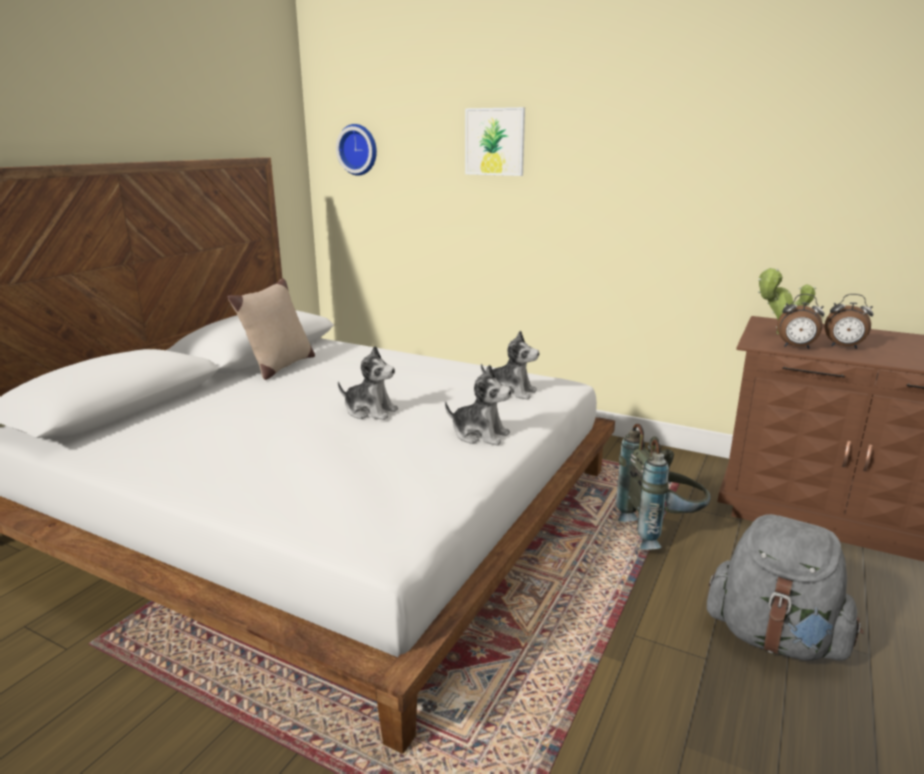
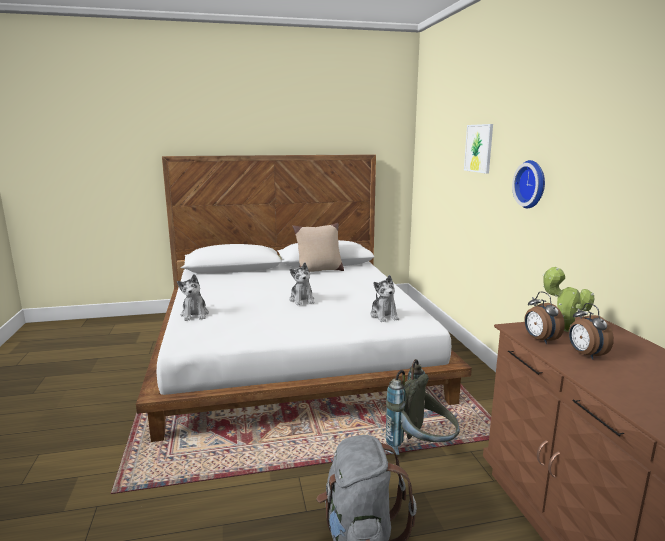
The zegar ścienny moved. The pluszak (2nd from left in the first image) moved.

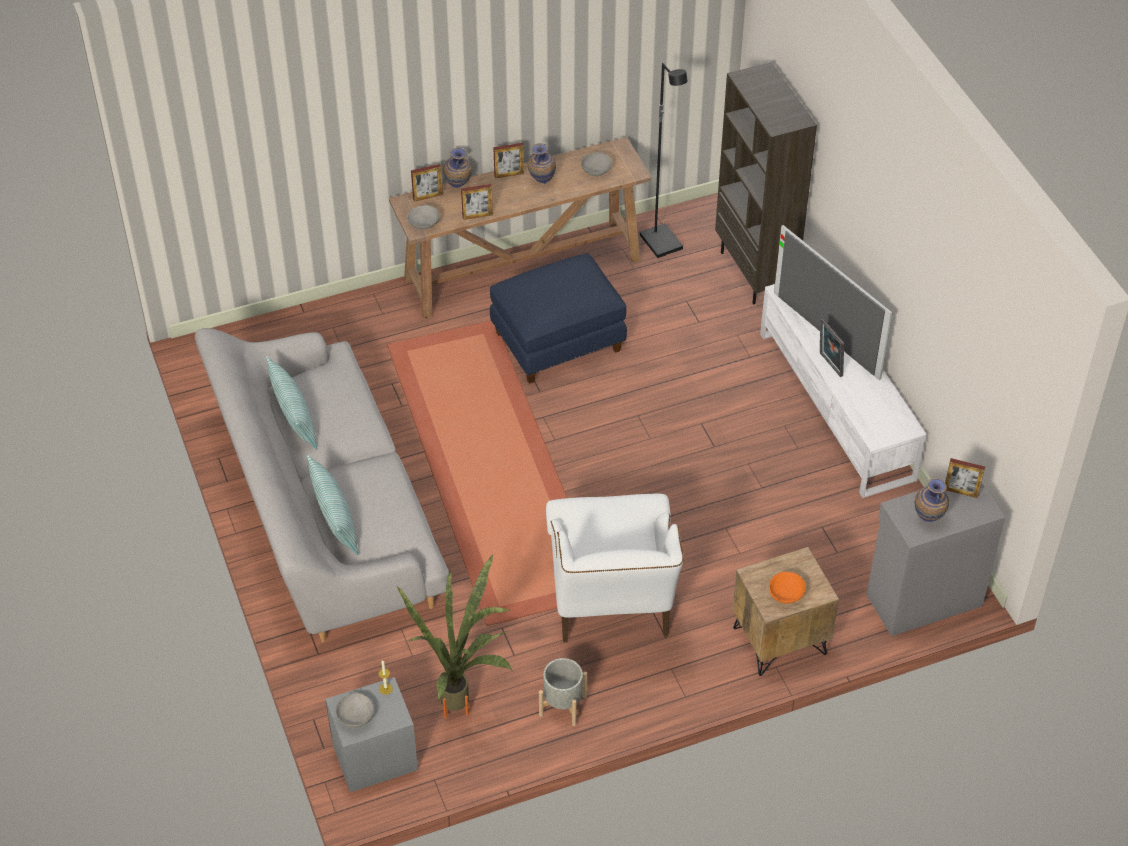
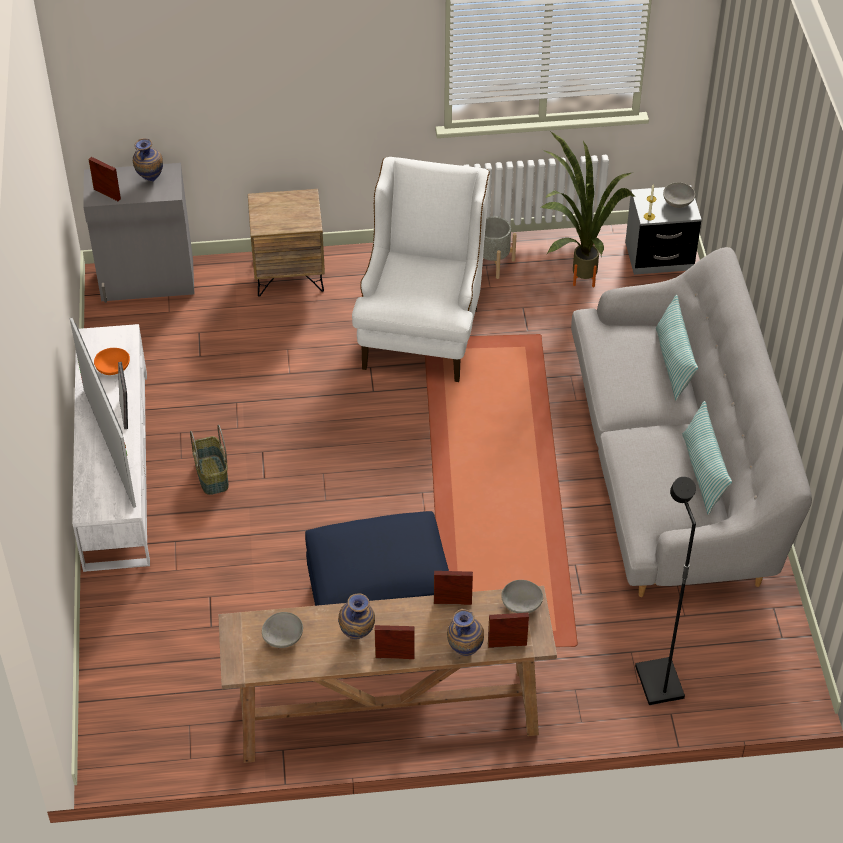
The lampa stojąca [czarny] moved. The regał [brązowy] disappeared. The miska [pomarańczowy] moved. The koszyk appeared.

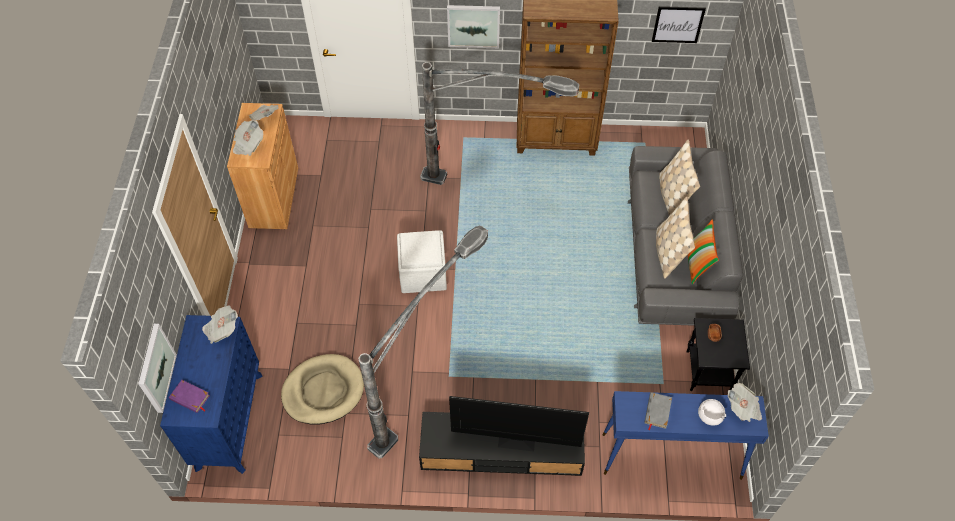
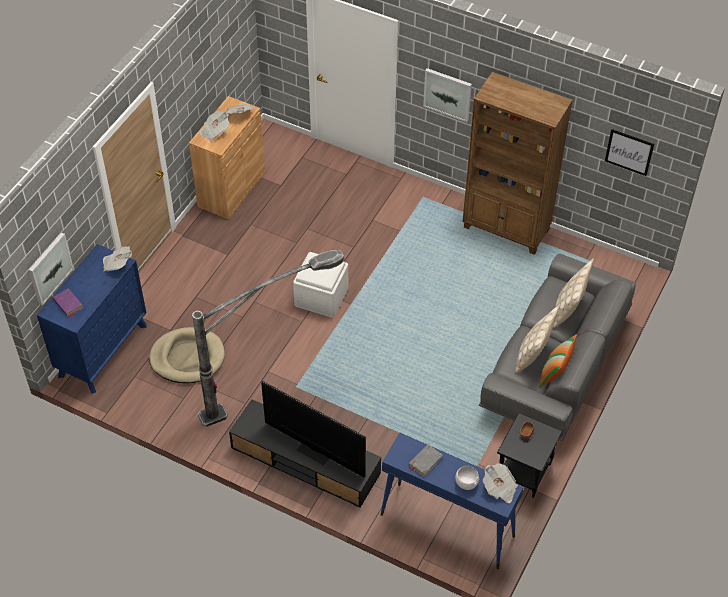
The lampa stojąca (2nd from left) disappeared.

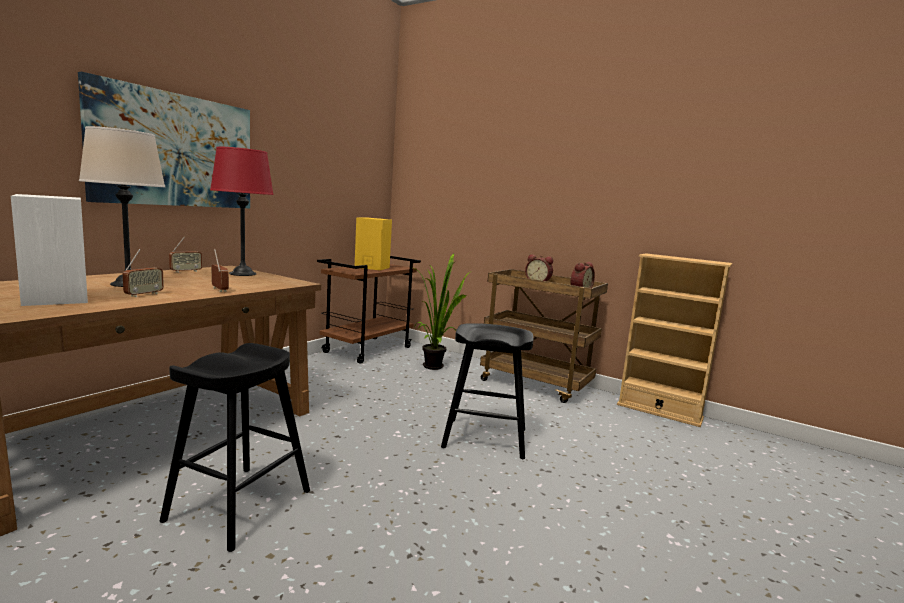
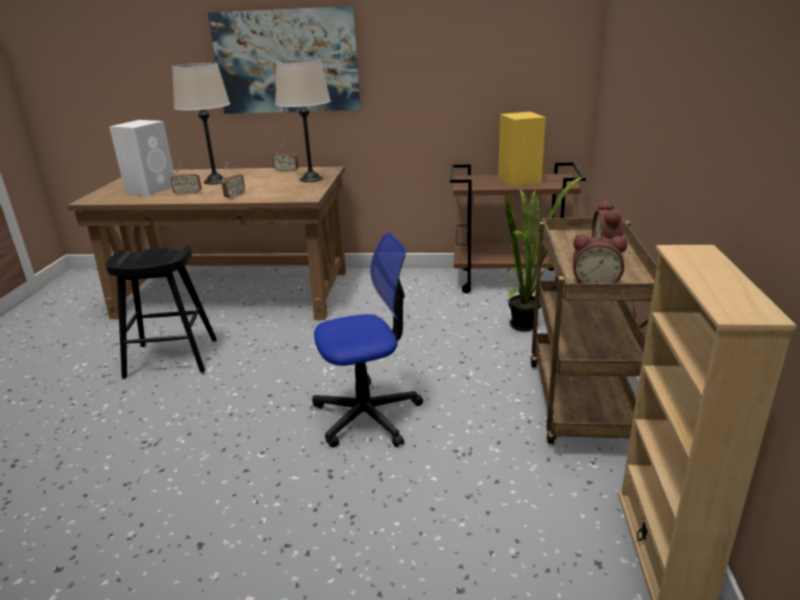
The lampa stołowa [czerwony] became the lampa stołowa [beżowy] (2nd from left). The stołek [czarny] (2nd from left) was replaced by the krzesło biurowe.

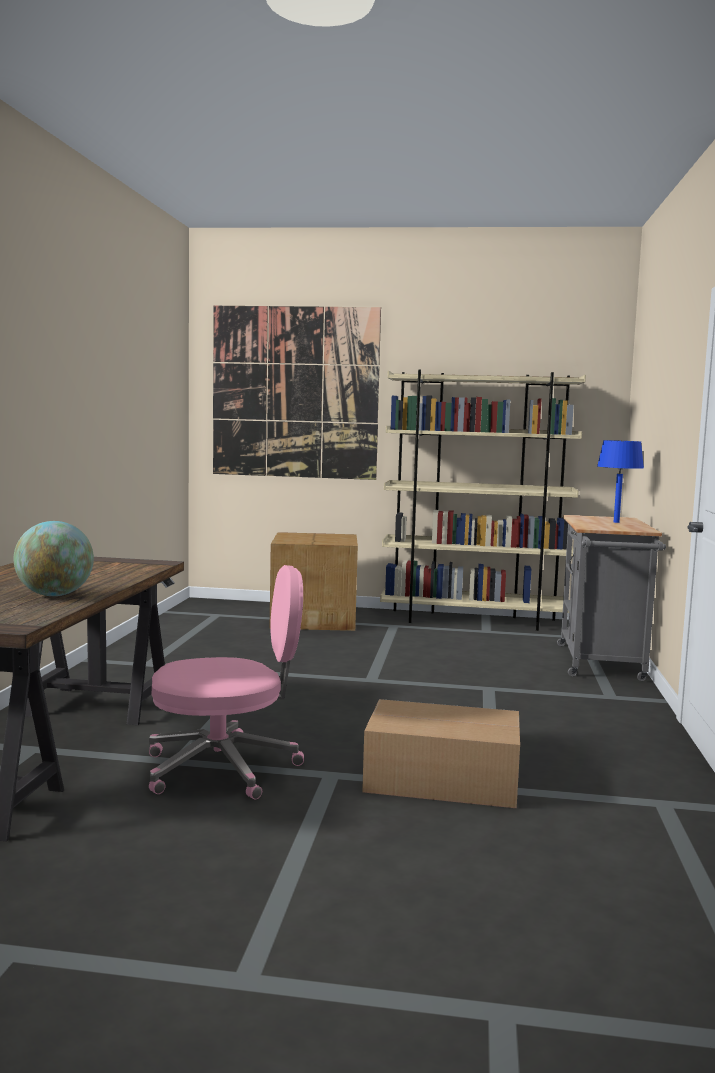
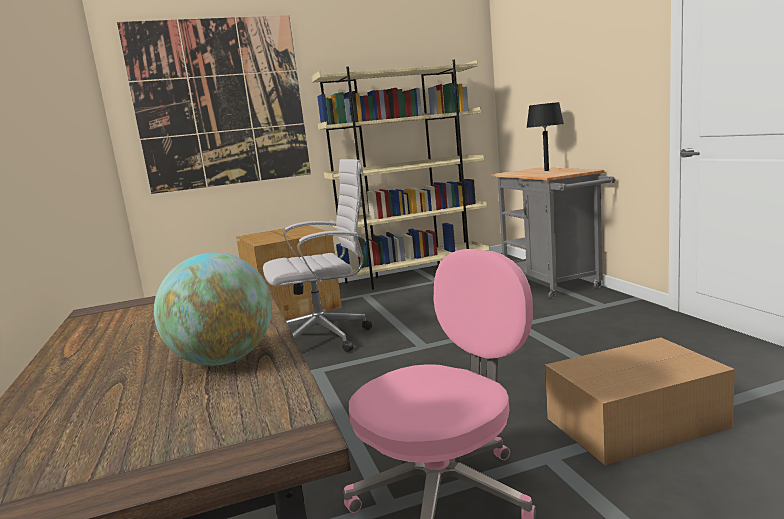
The lampa stołowa [niebieski] became the lampa stołowa [czarny]. The krzesło biurowe [biały] appeared.

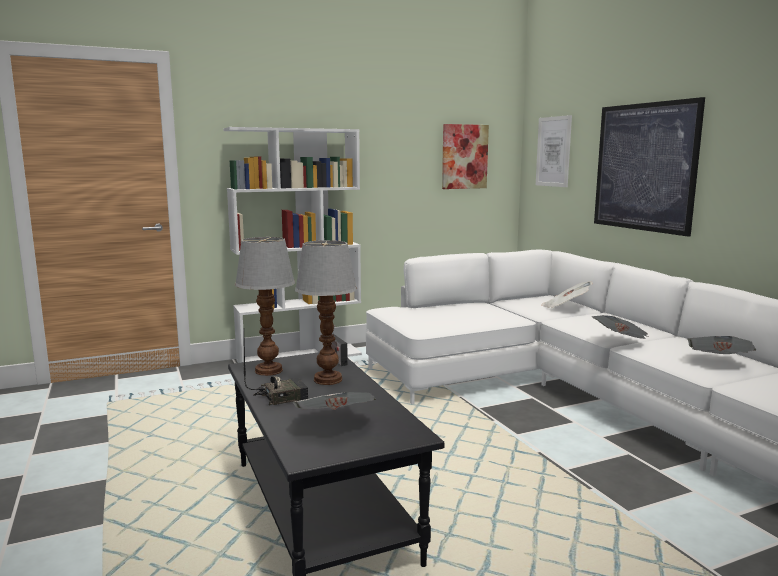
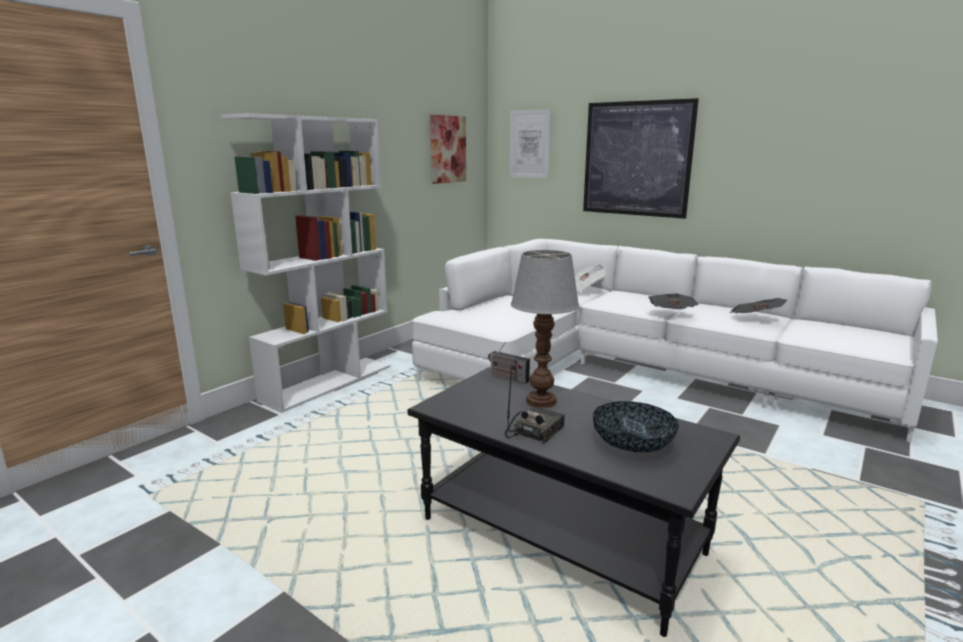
The lampa stołowa (1st from left) disappeared. The gazeta (1st from left) was replaced by the miska.

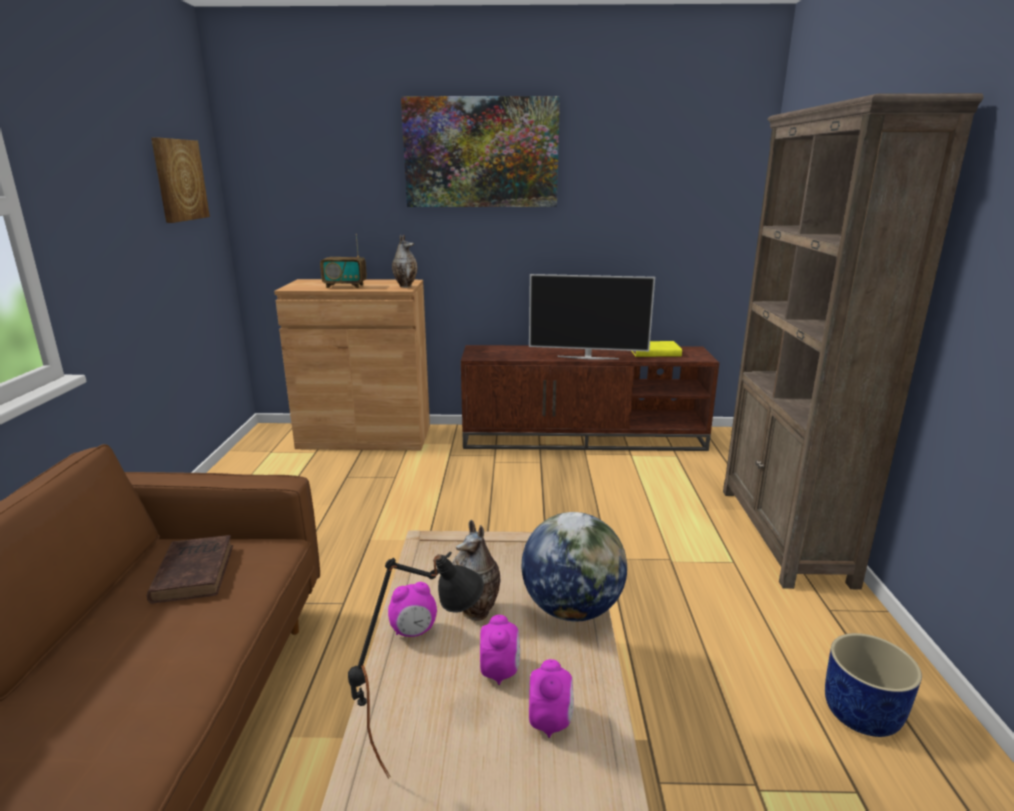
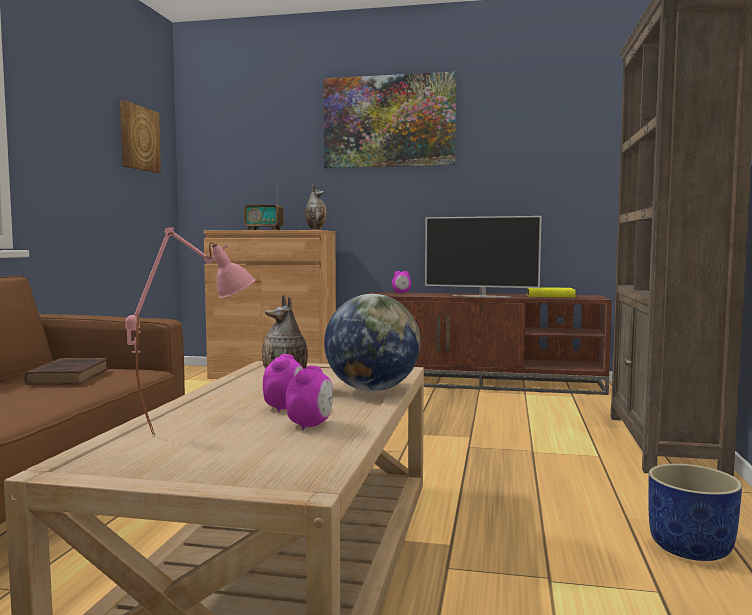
The lampa stołowa [czarny] became the lampa stołowa [różowy]. The budzik (1st from left in the first image) moved.

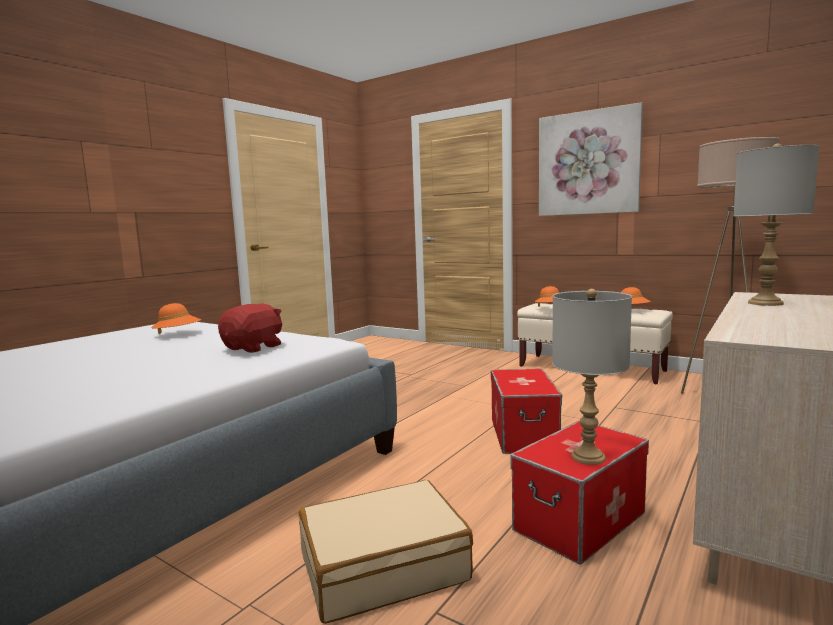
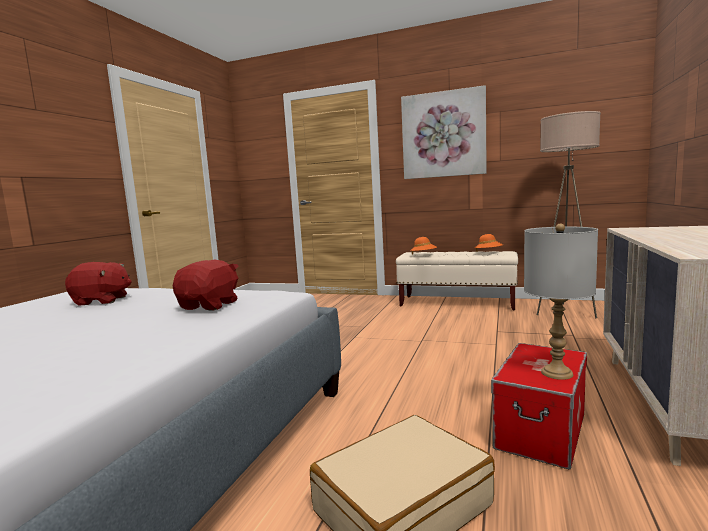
The kapelusz [pomarańczowy] (1st from left) was replaced by the pluszak [czerwony] (1st from left). The pojemnik do przechowywania (1st from left) disappeared. The lampa stołowa [szary] (2nd from left) disappeared.

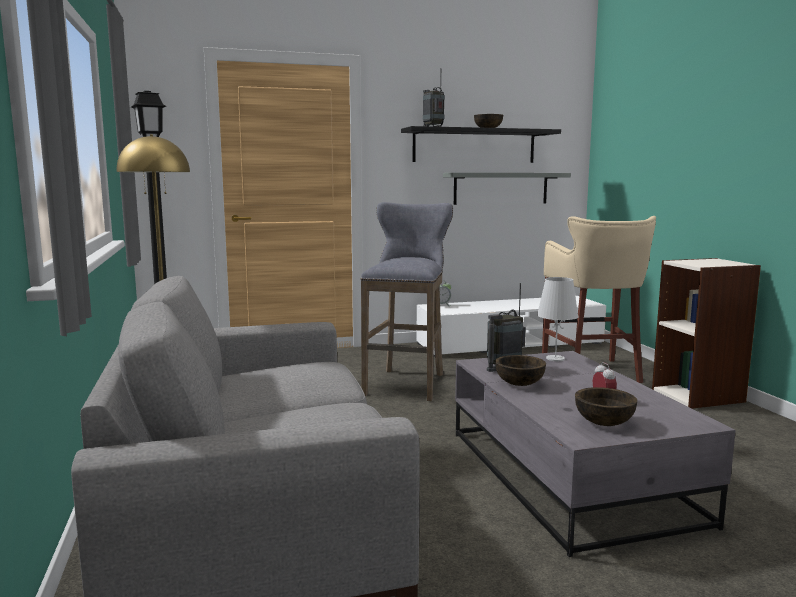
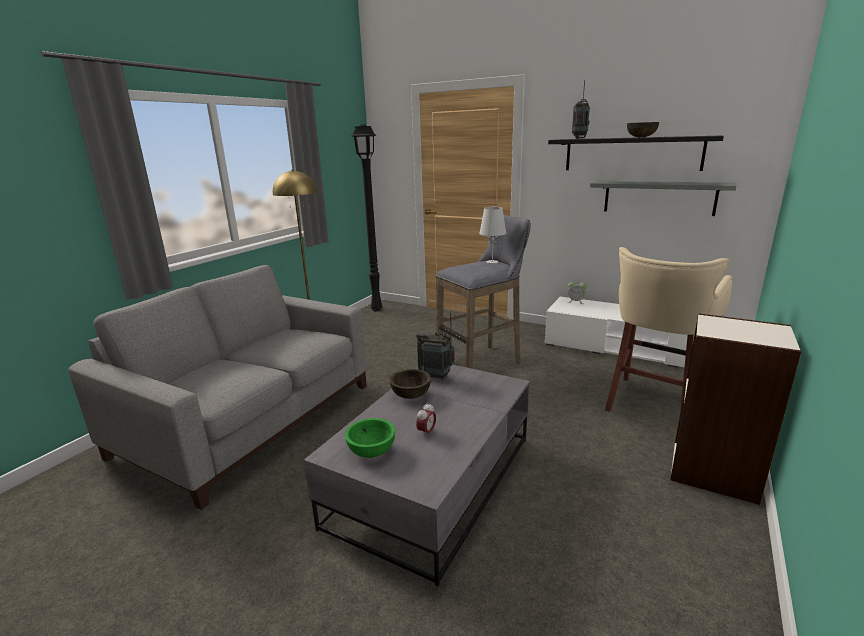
The lampa stołowa [biały] moved. The miska [brązowy] (3rd from left) became the miska [zielony].

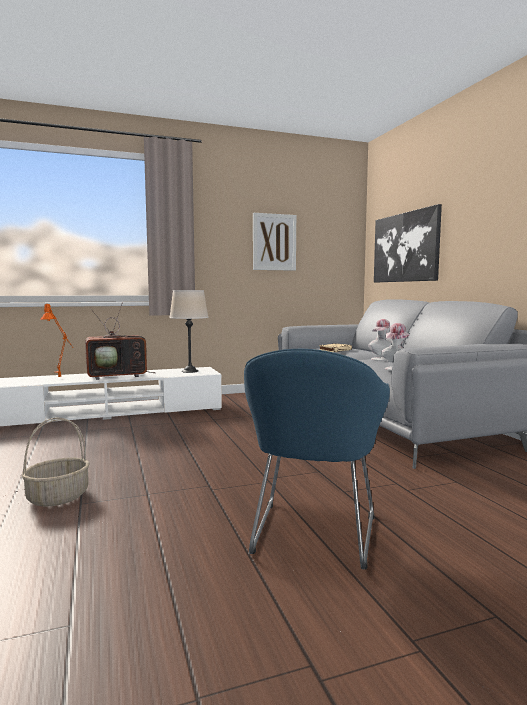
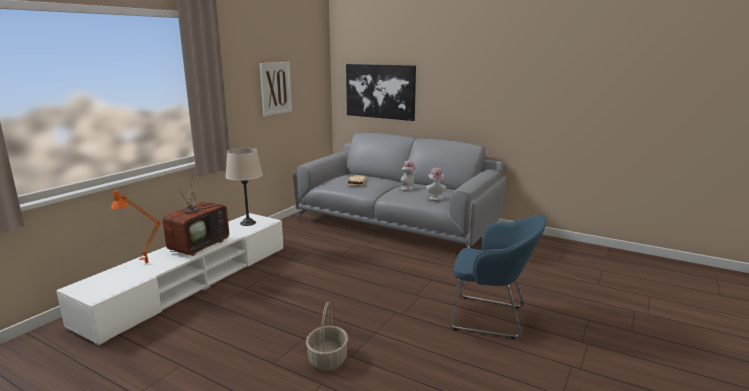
The fotel [niebieski] turned 45 degrees counterclockwise.

